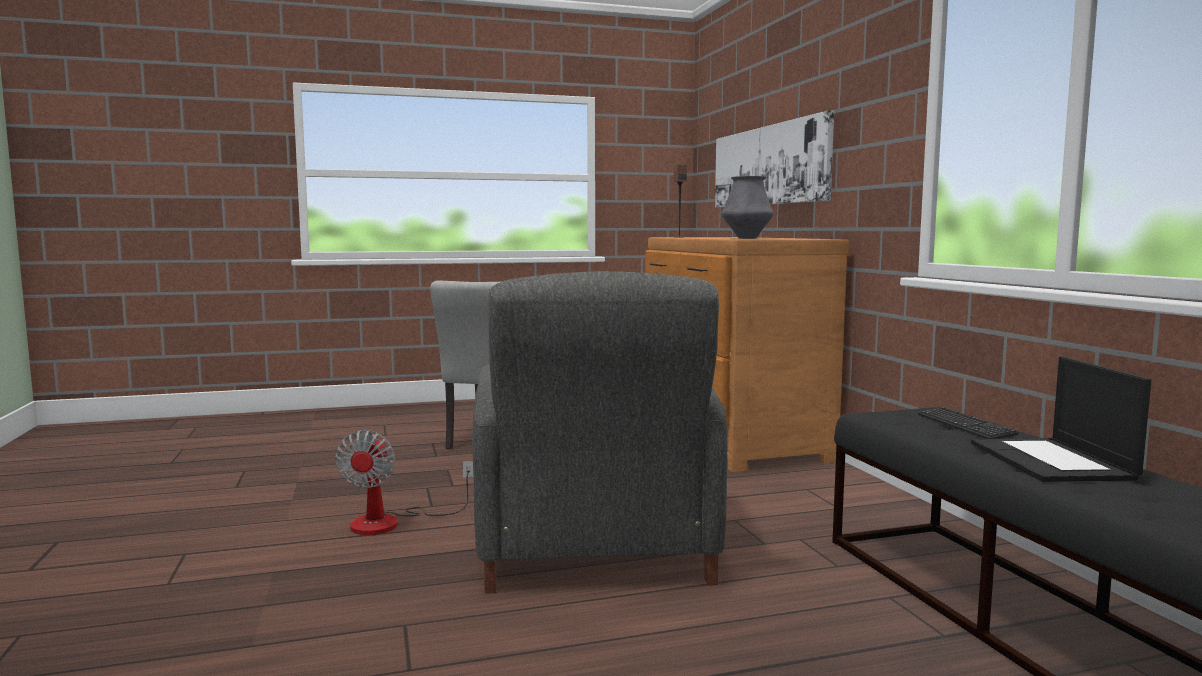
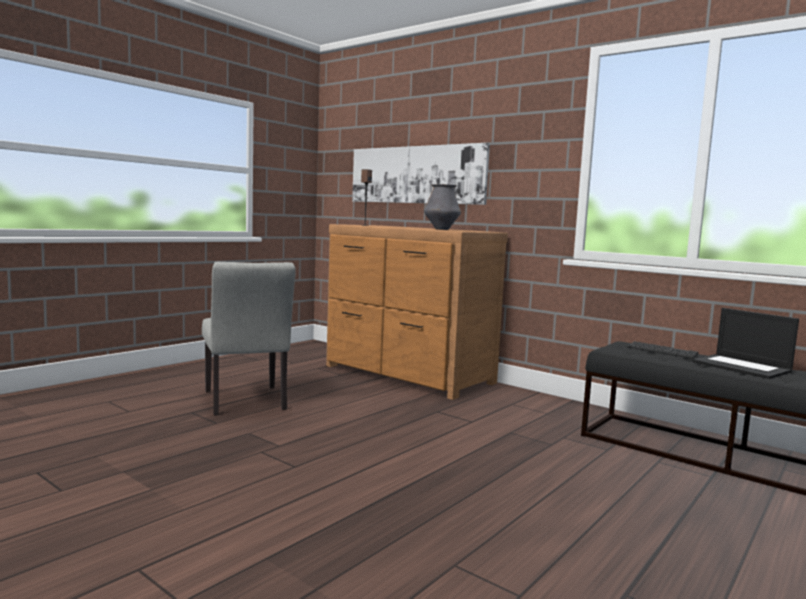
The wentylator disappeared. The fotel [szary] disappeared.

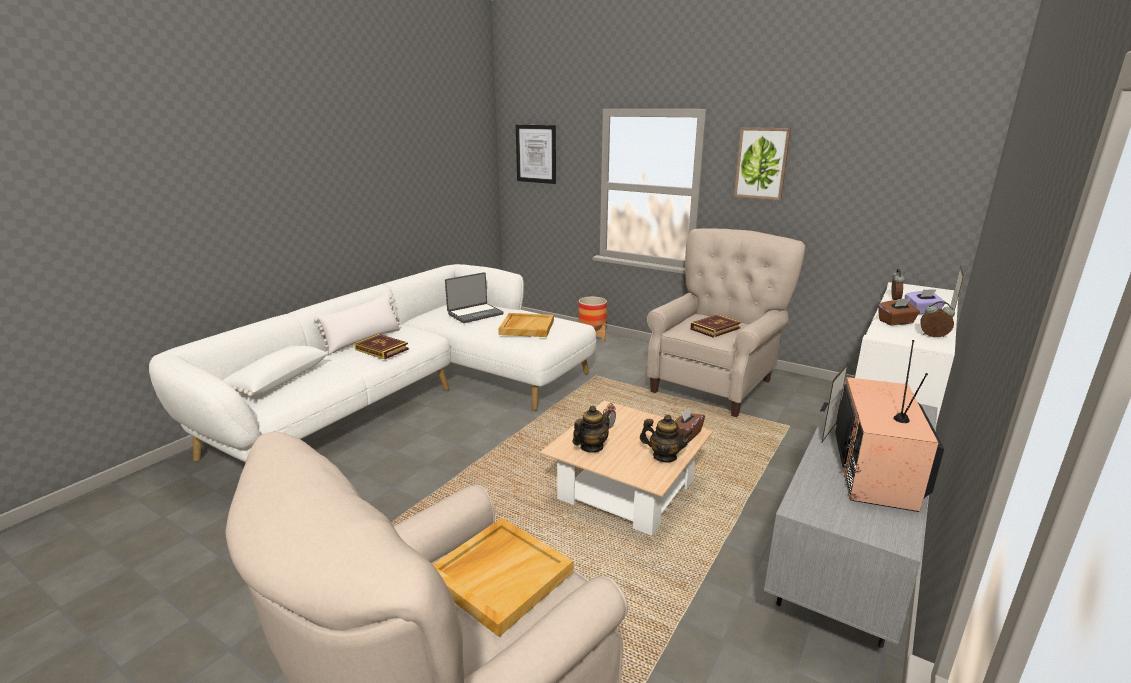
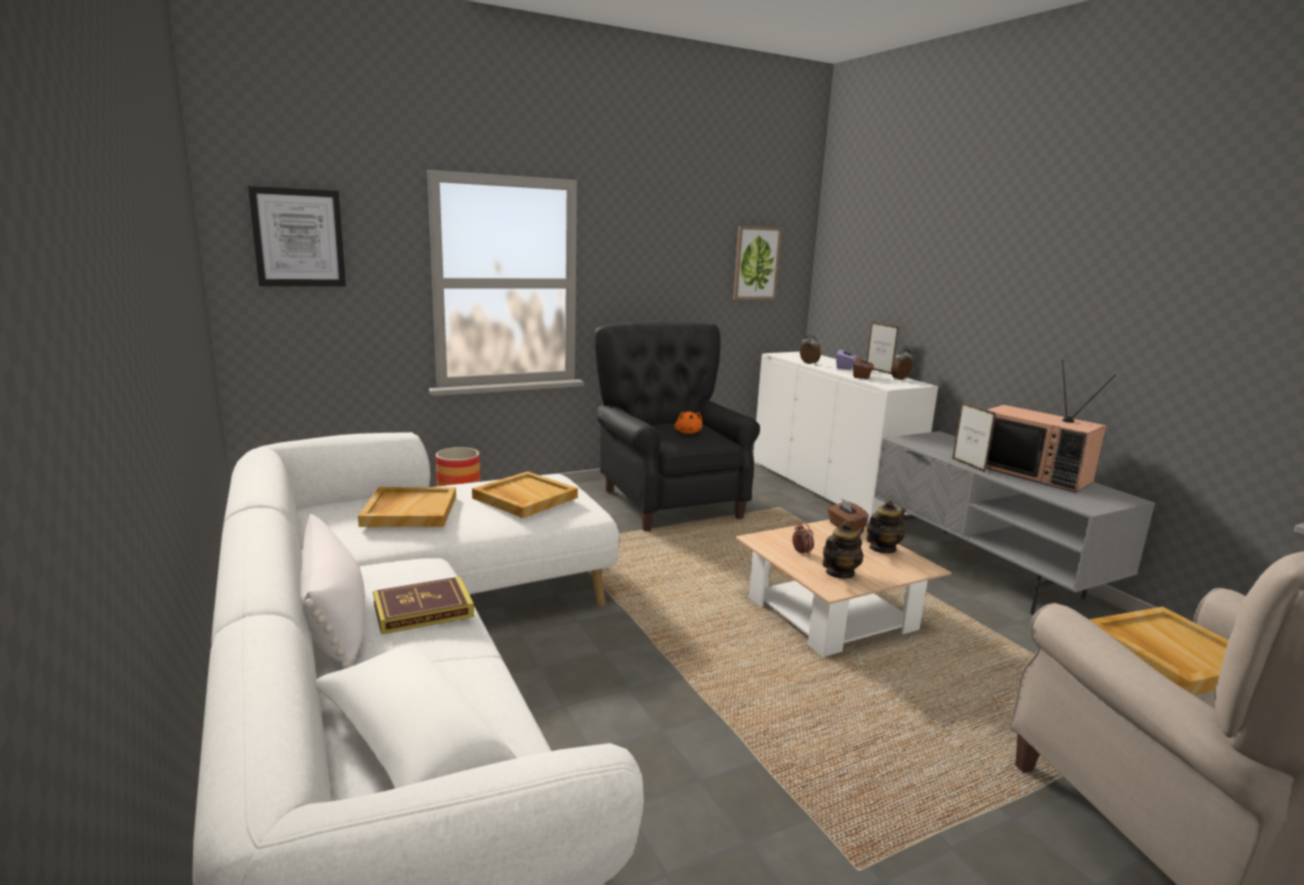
The laptop was replaced by the taca [beżowy] (1st from left). The imbryk (1st from left) turned 60 degrees clockwise. The fotel [beżowy] (2nd from left) became the fotel [czarny]. The książka (2nd from left) was replaced by the pluszak [pomarańczowy]. The obraz (2nd from left) moved.

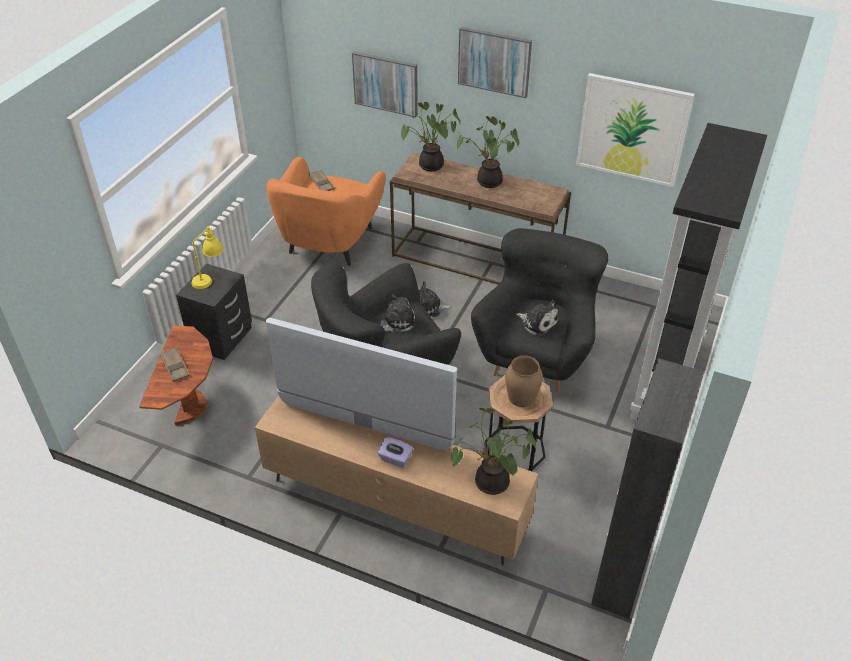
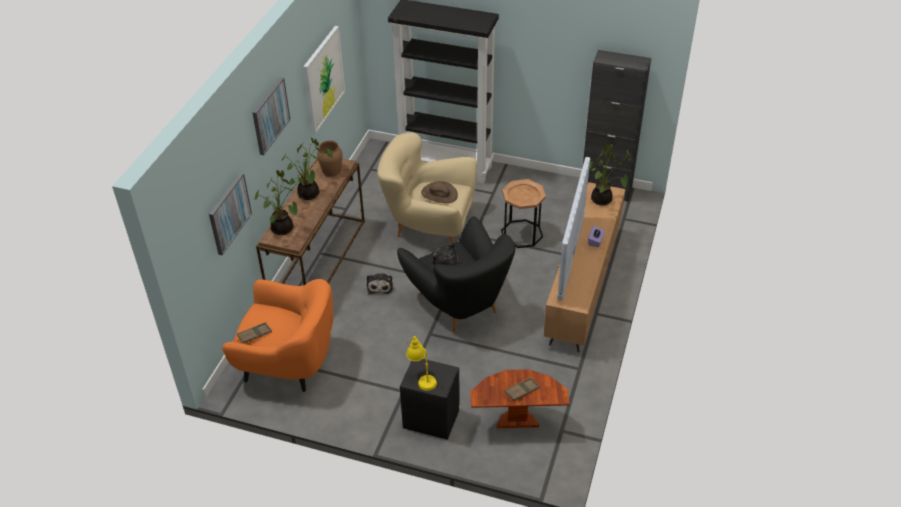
The fotel [czarny] (2nd from left) became the fotel [beżowy]. The wazon [brązowy] moved. The pluszak (3rd from left) was replaced by the kapelusz [brązowy].

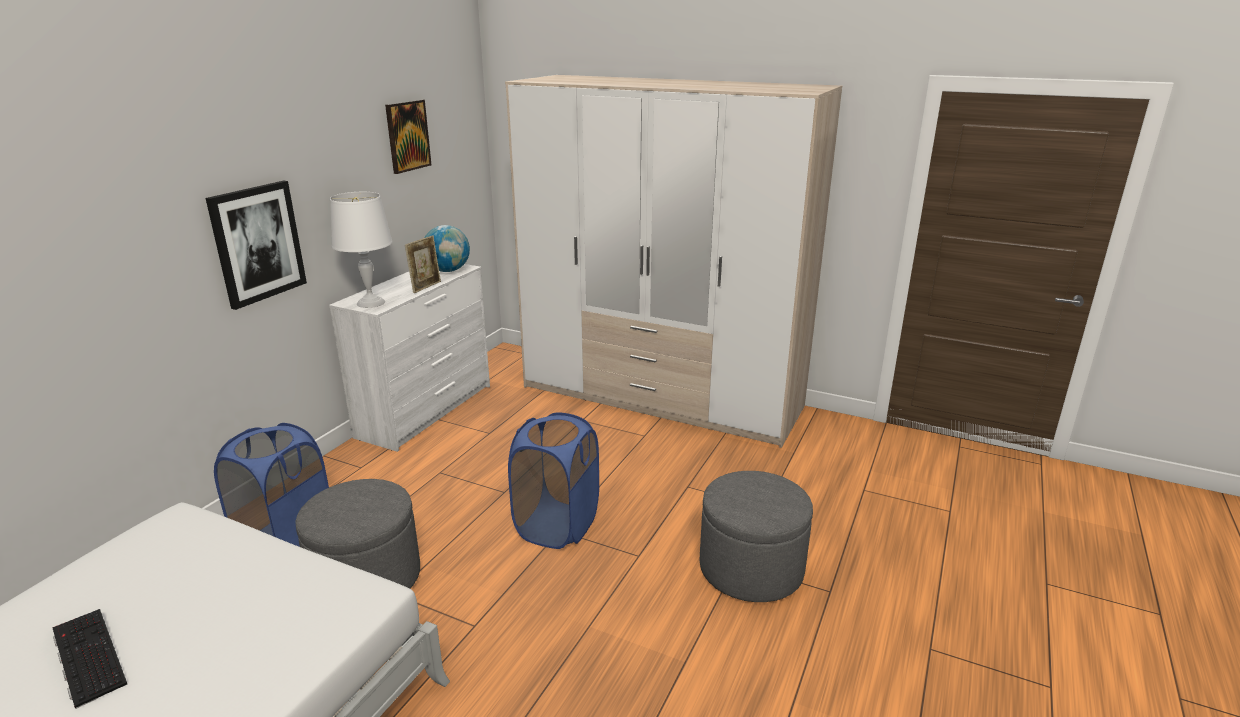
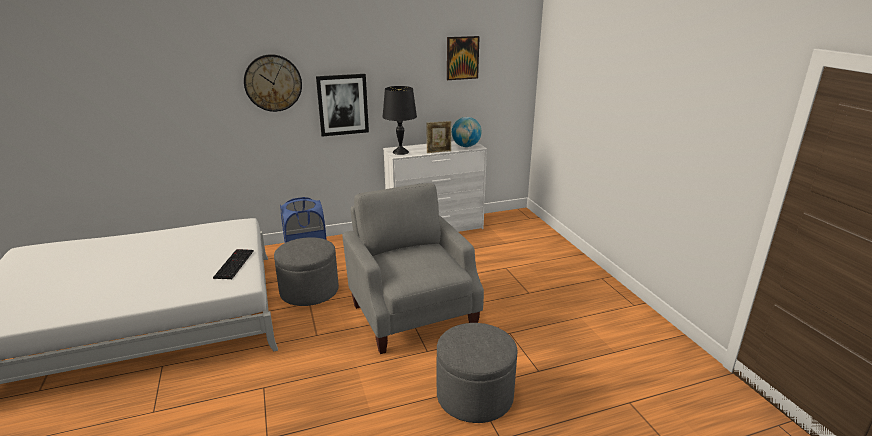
The klawiatura moved. The lampa stołowa [biały] became the lampa stołowa [czarny]. The szafa disappeared. The kosz na pranie [niebieski] (2nd from left) was replaced by the fotel [szary]. The zegar ścienny appeared.

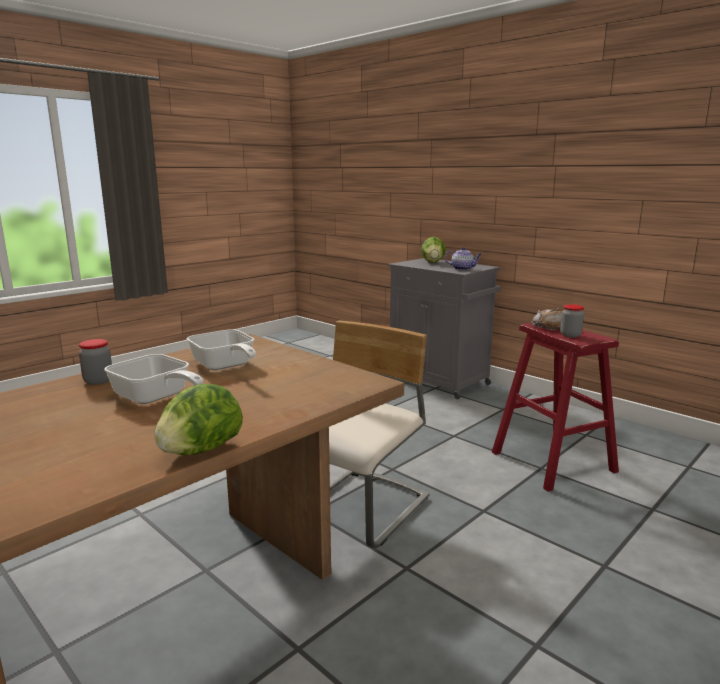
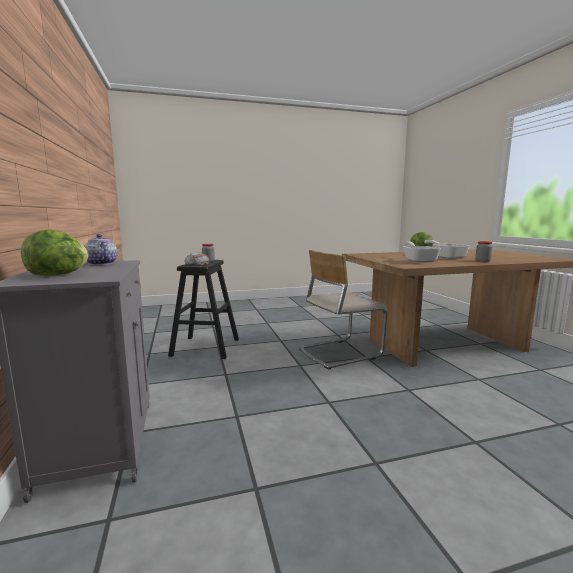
The stołek [czerwony] became the stołek [czarny].

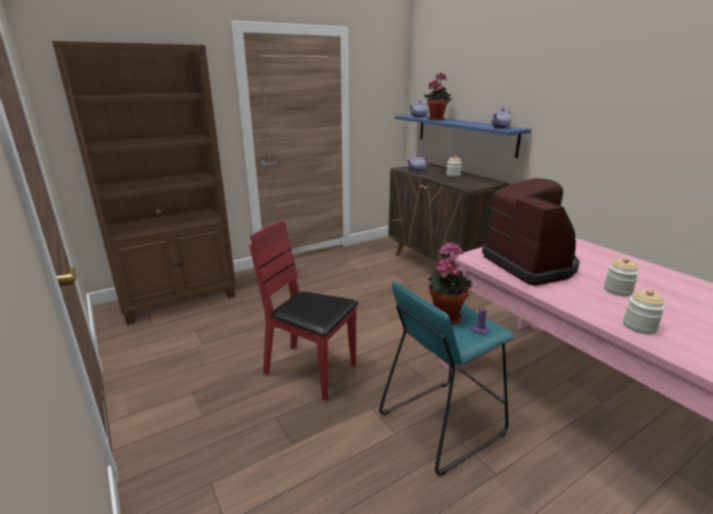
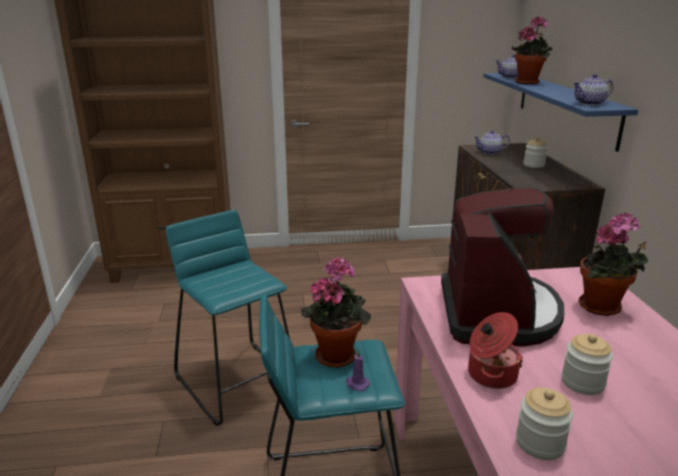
The krzesło [czerwony] was replaced by the stołek [turkusowy] (1st from left). The garnek appeared. The roślina doniczkowa (3rd from left) appeared.

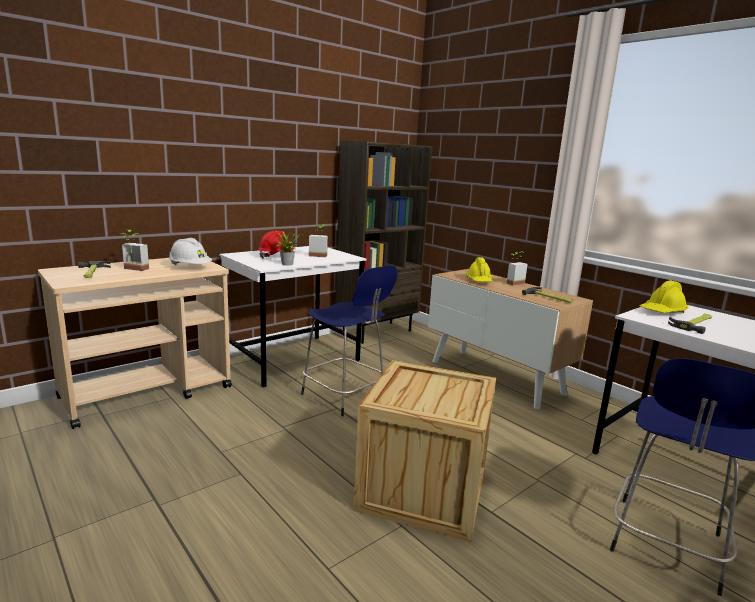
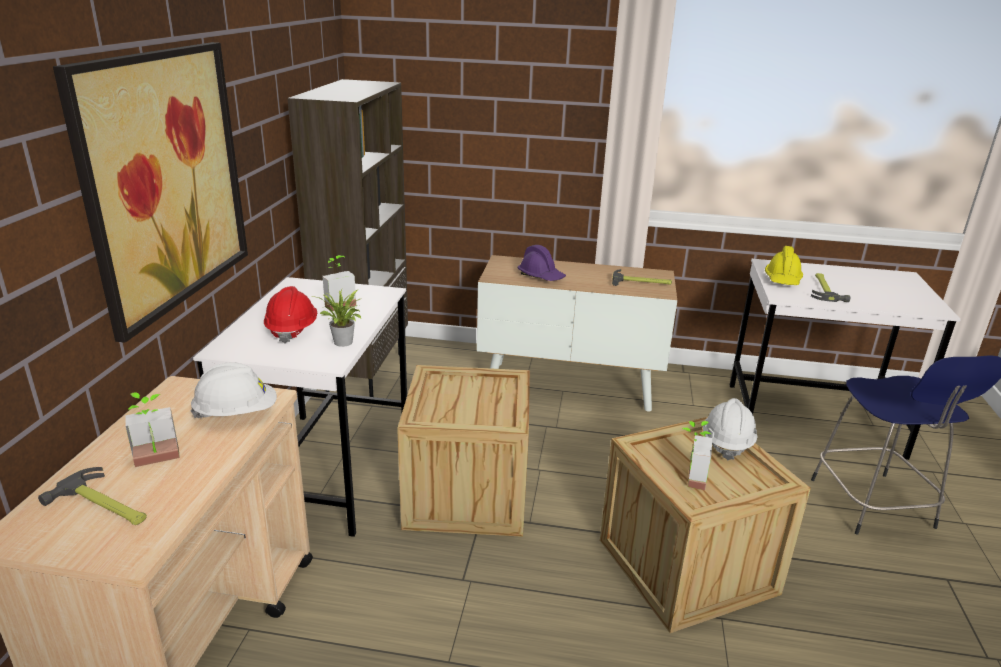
The stołek [niebieski] (1st from left) was replaced by the skrzynka (1st from left). The kask [żółty] (1st from left) became the kask [fioletowy]. The roślina doniczkowa (4th from left) moved. The obraz appeared. The kask [biały] (2nd from left) appeared.

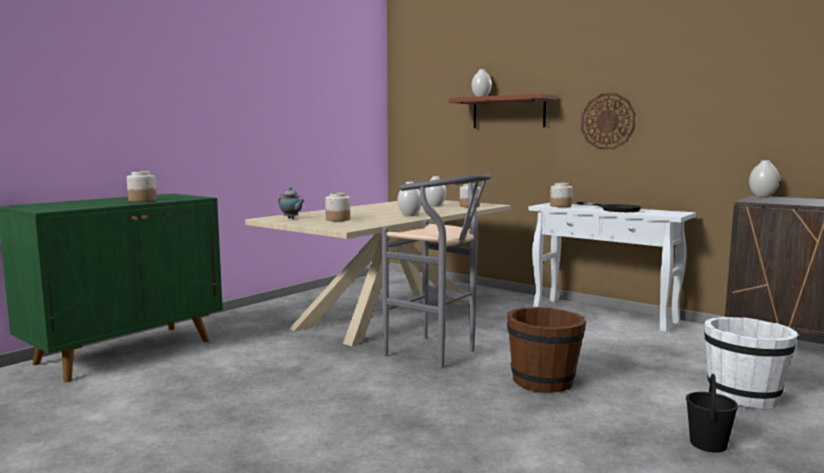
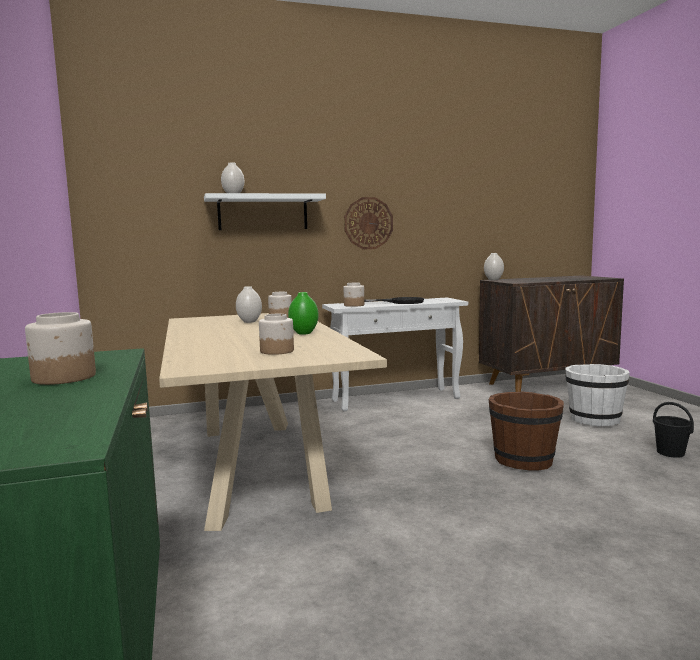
The imbryk disappeared. The stołek [szary] disappeared. The wazon [biały] (1st from left) became the wazon [zielony]. The półka [brązowy] became the półka [biały].

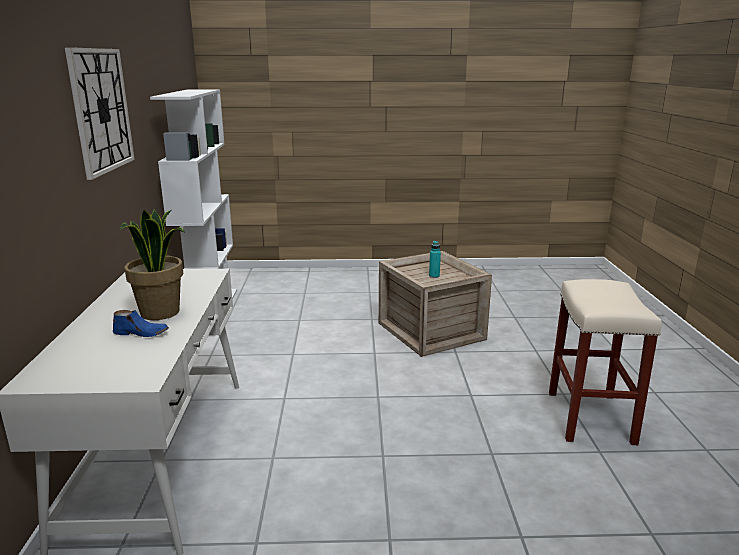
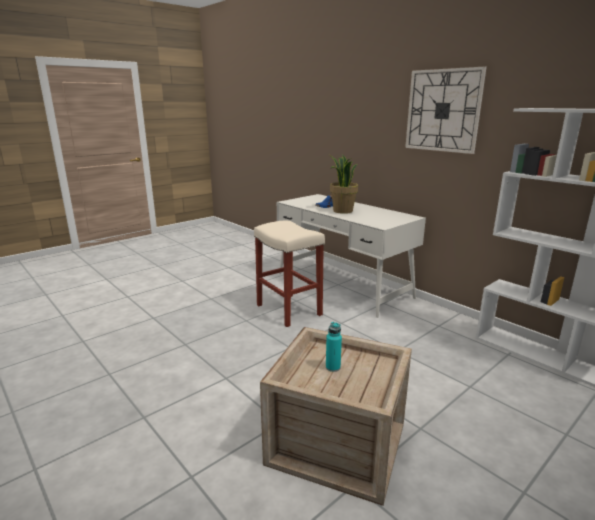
The stołek [beżowy] moved.

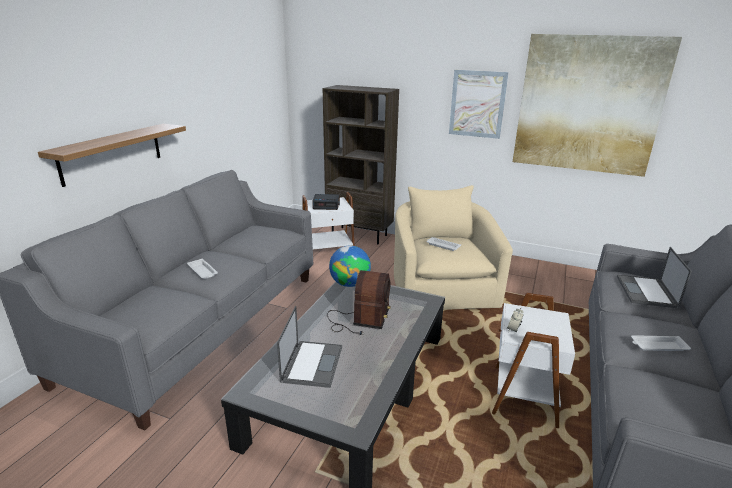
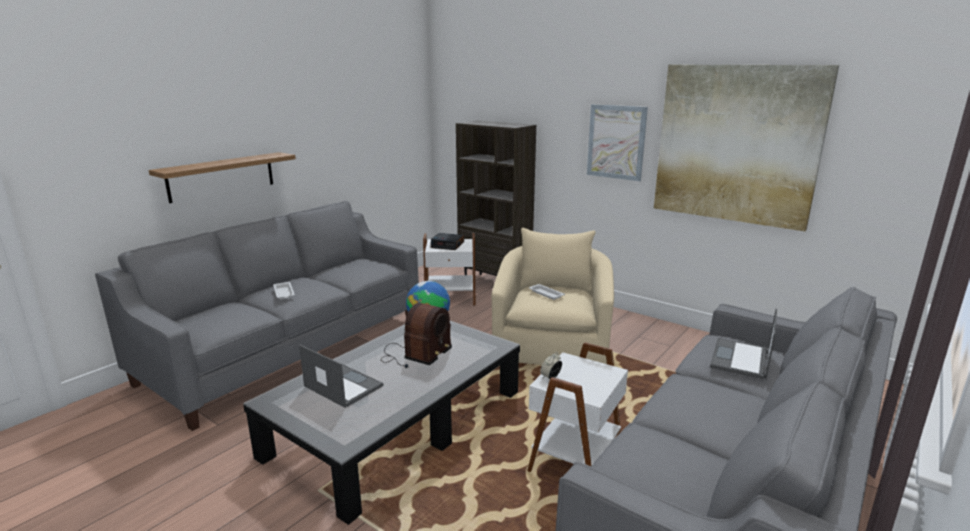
The laptop (1st from left) turned 75 degrees counterclockwise. The taca [biały] (3rd from left) disappeared.

